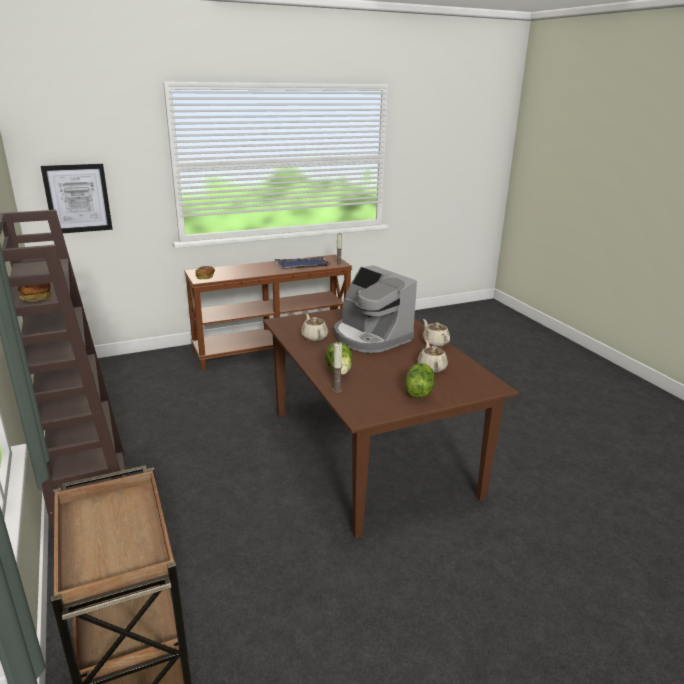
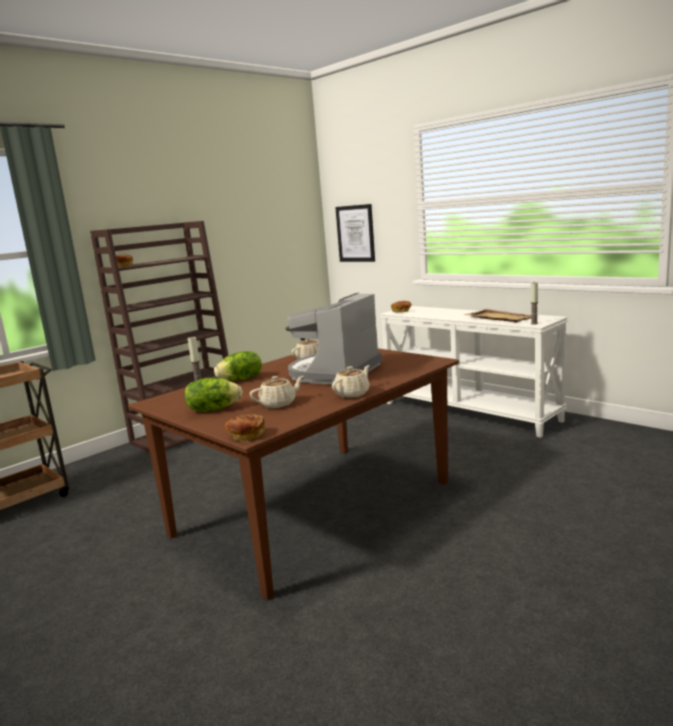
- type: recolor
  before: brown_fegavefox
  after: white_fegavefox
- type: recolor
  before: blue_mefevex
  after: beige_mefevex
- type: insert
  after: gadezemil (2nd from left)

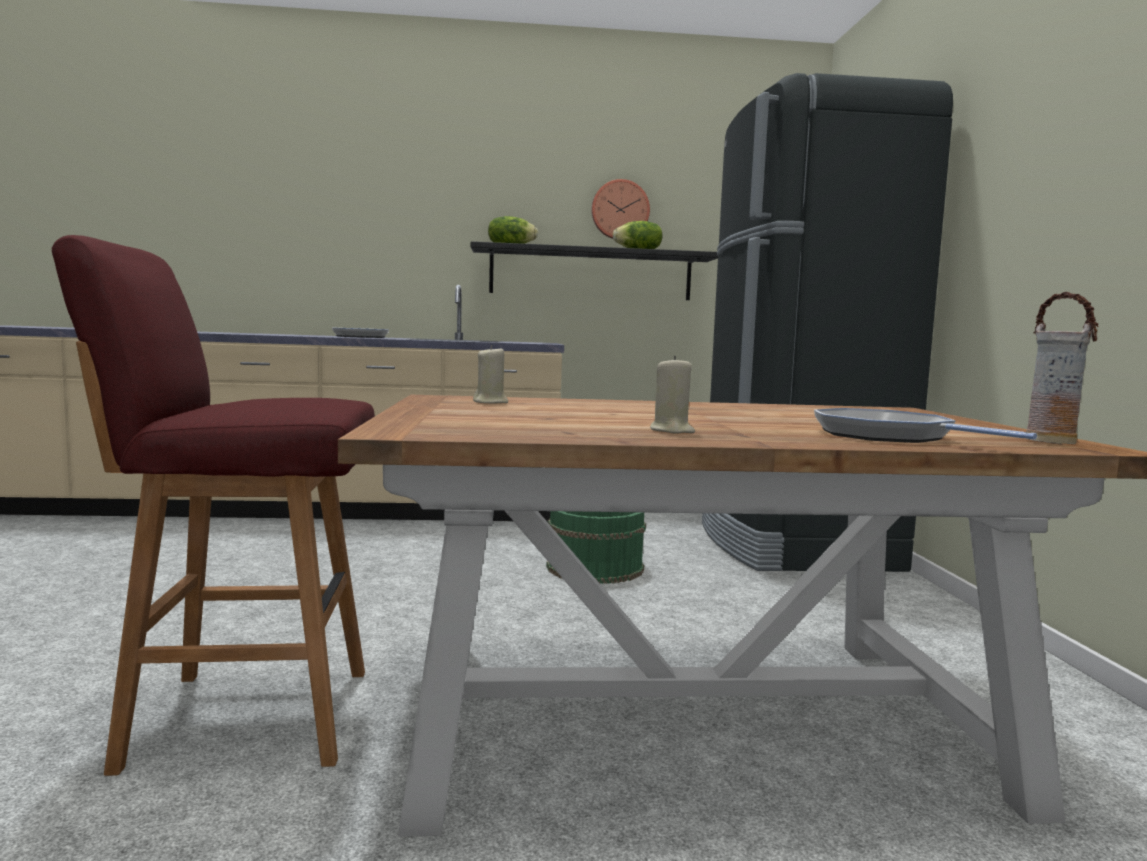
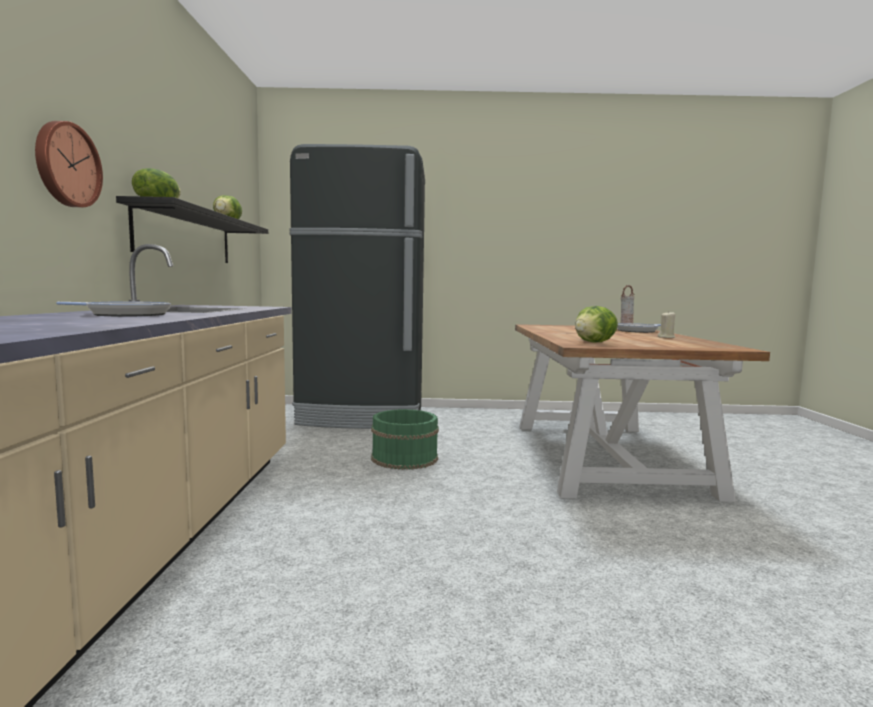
- type: move
  before: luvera
- type: delete
  before: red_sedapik
- type: replace
  before: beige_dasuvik (1st from left)
  after: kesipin (3rd from left)

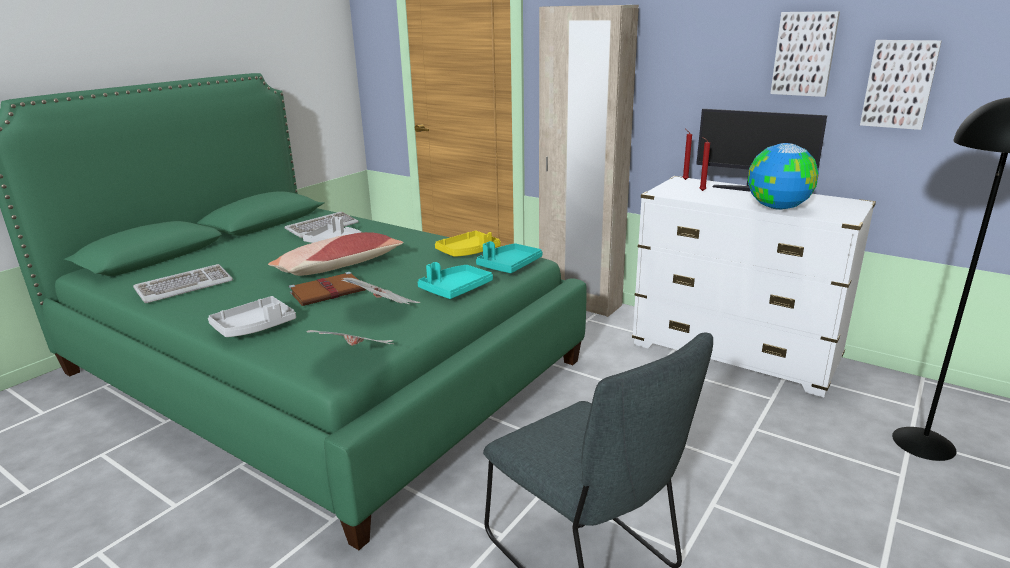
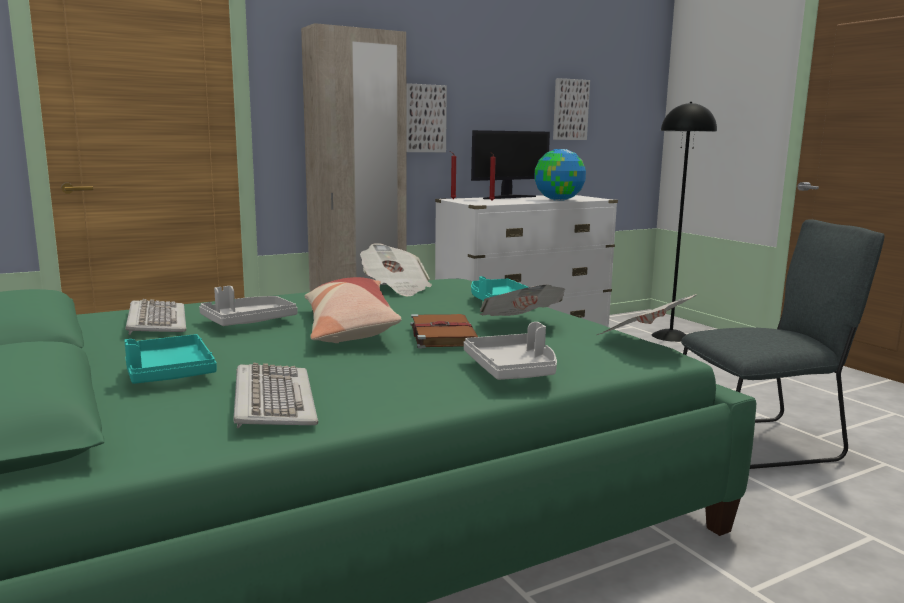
- type: move
  before: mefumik (1st from left)
- type: replace
  before: yellow_mefevex
  after: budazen (1st from left)
- type: move
  before: turquoise_mefevex (2nd from left in the first image)
  after: turquoise_mefevex (1st from left)

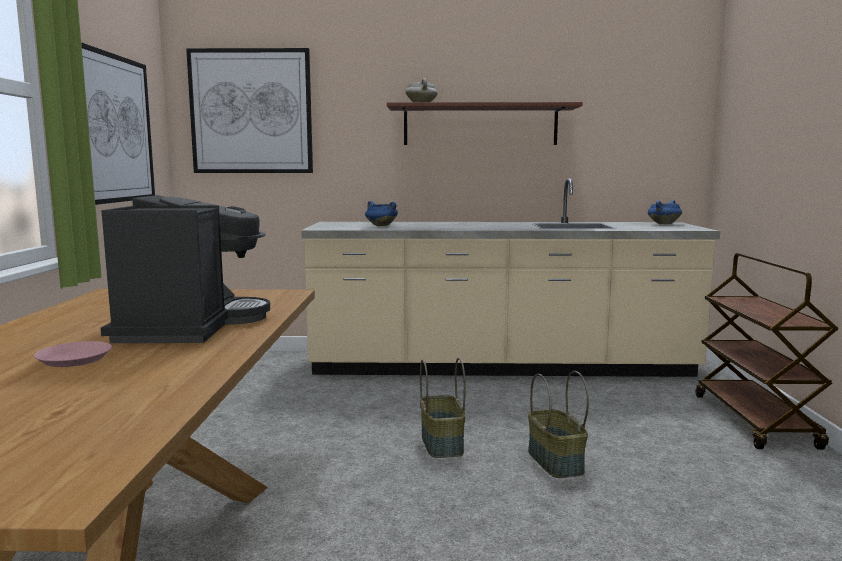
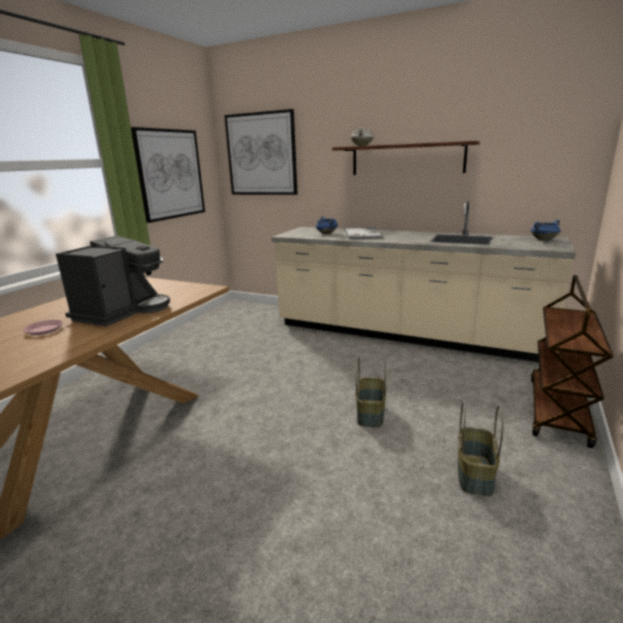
- type: move
  before: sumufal (1st from left in the first image)
  after: sumufal (2nd from left)
- type: insert
  after: mefevex

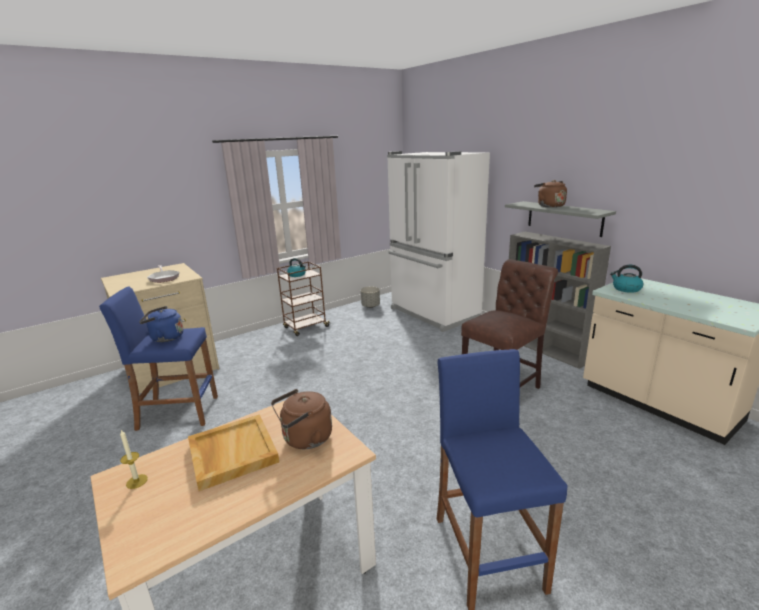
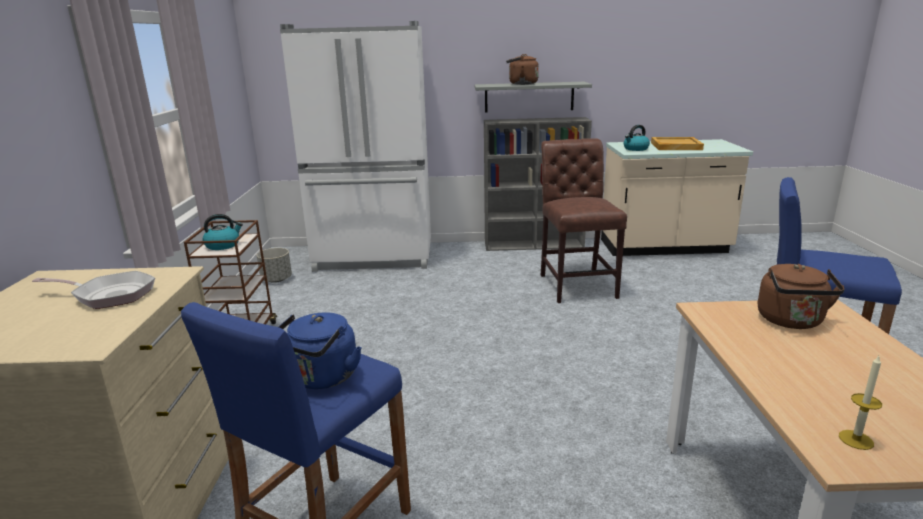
- type: move
  before: beige_mefevex

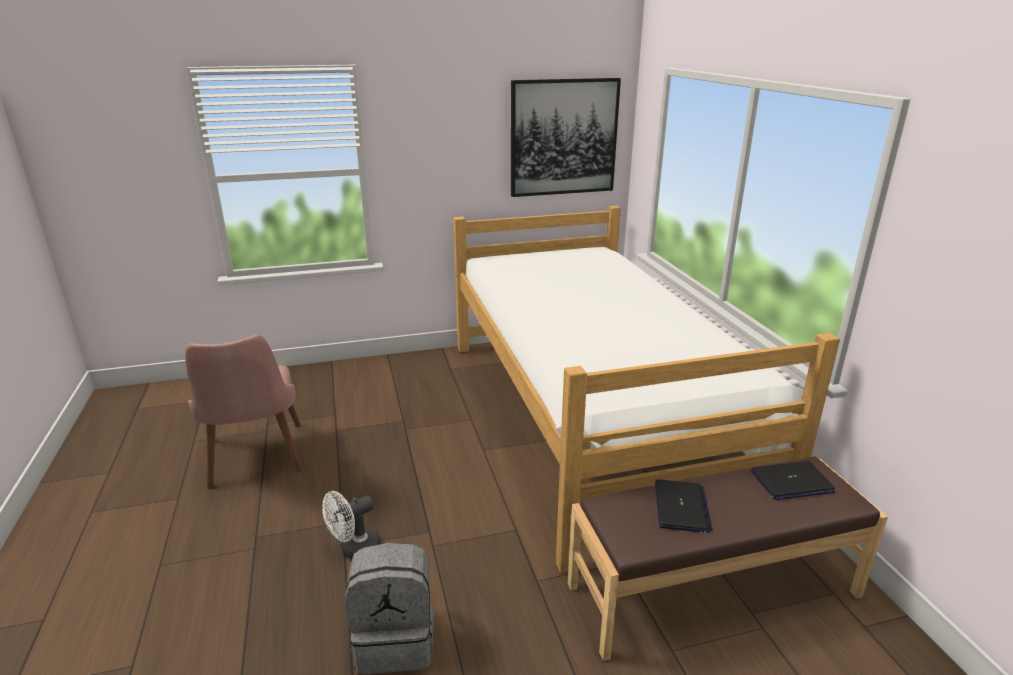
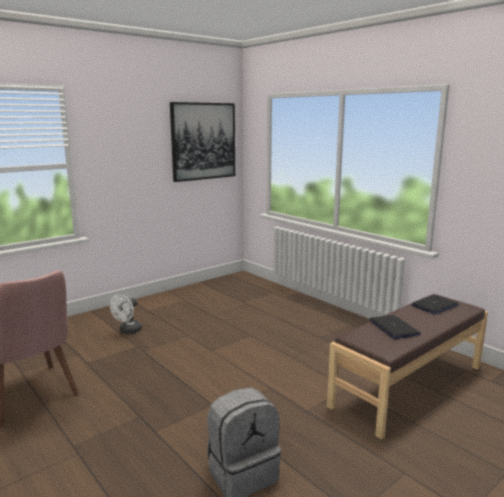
- type: delete
  before: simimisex
- type: move
  before: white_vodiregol

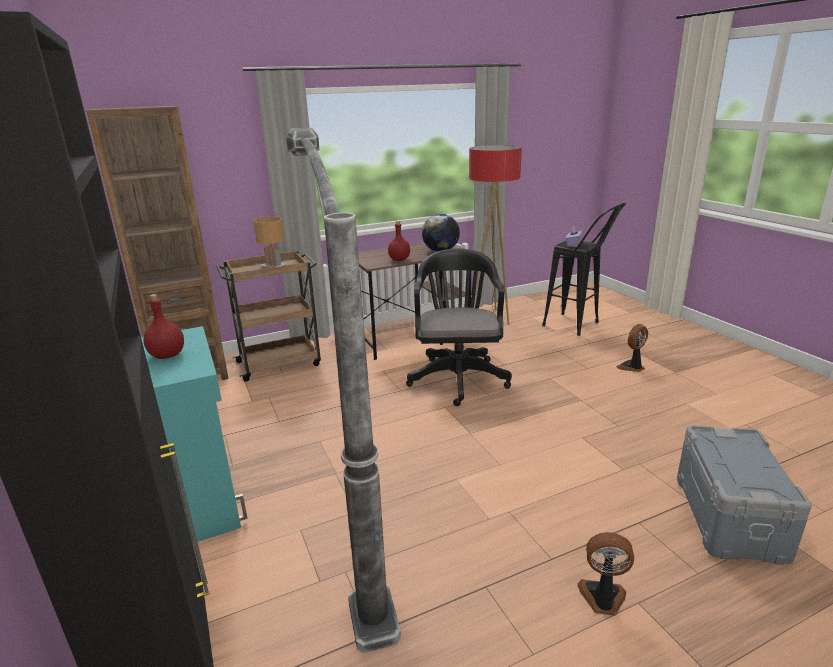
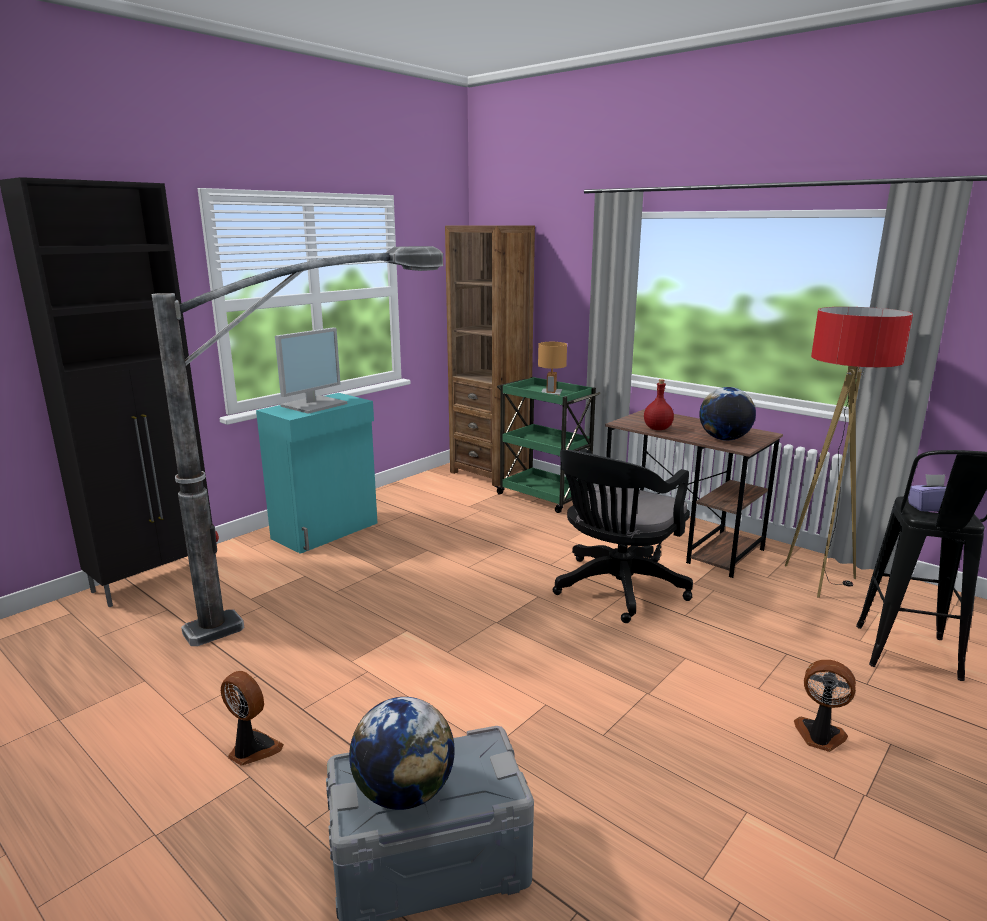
- type: rotate
  before: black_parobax
  turn: 150
- type: recolor
  before: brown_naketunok
  after: green_naketunok
- type: replace
  before: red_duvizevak (1st from left)
  after: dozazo
- type: rotate
  before: vodiregol (1st from left)
  turn: -45
- type: insert
  after: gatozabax (1st from left)

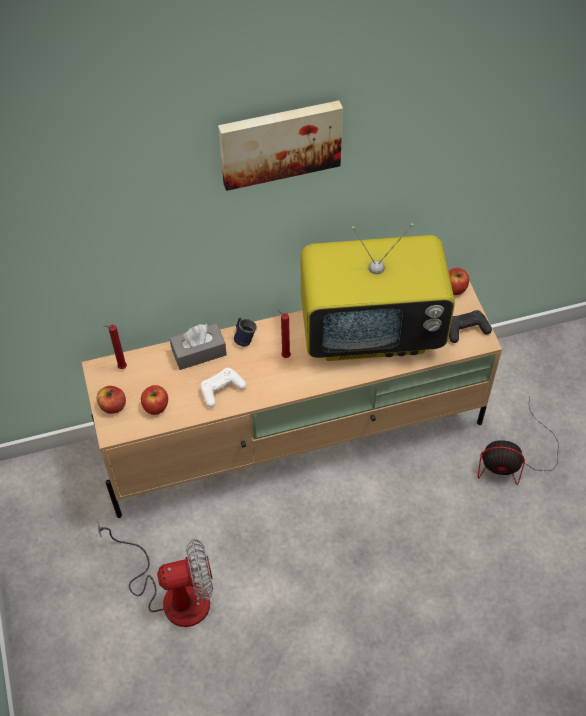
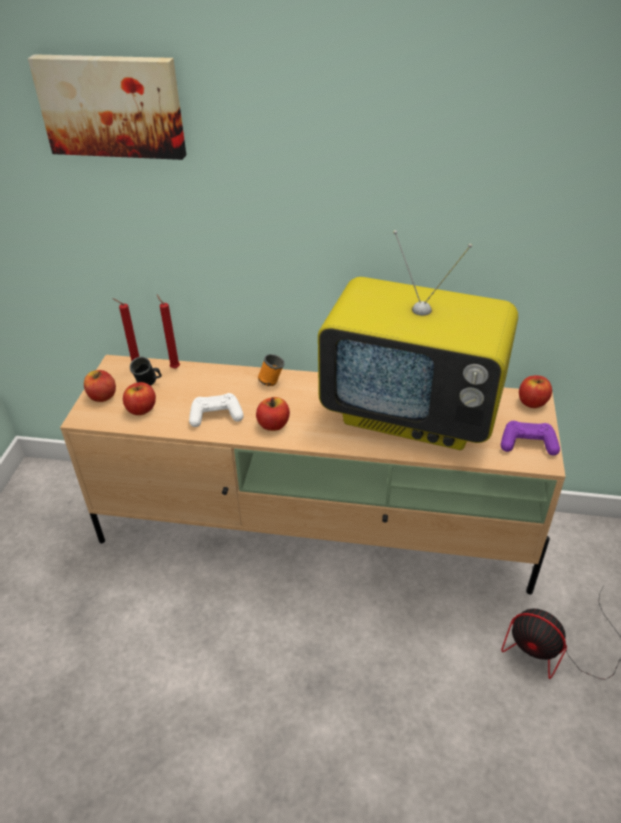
- type: move
  before: mefumik
- type: move
  before: red_dasuvik (2nd from left)
- type: recolor
  before: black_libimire
  after: purple_libimire
- type: recolor
  before: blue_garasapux
  after: orange_garasapux
- type: delete
  before: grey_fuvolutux
- type: delete
  before: vodiregol (1st from left)
- type: insert
  after: black_garasapux
- type: insert
  after: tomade (3rd from left)

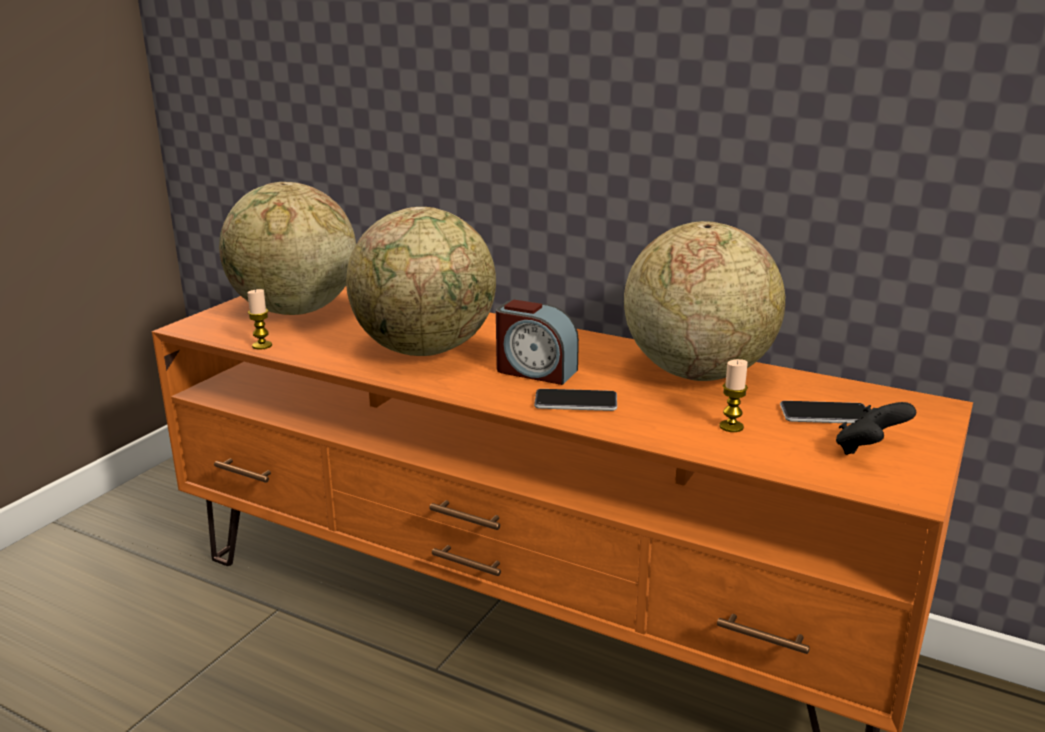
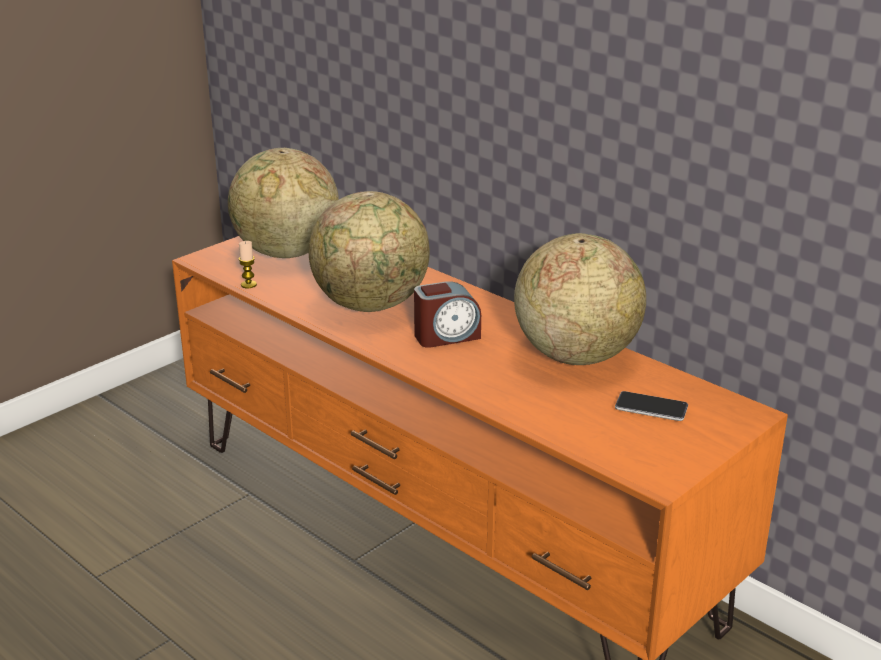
- type: rotate
  before: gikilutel
  turn: -60
- type: delete
  before: dasuvik (2nd from left)
- type: delete
  before: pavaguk (1st from left)
- type: delete
  before: black_libimire

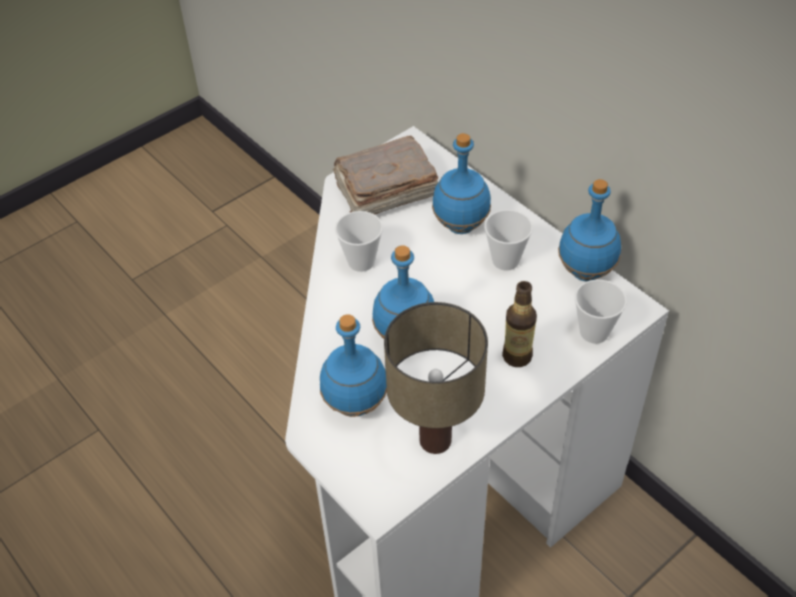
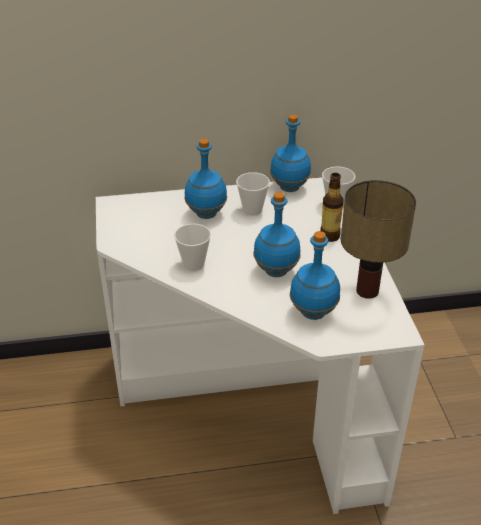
- type: delete
  before: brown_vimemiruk

